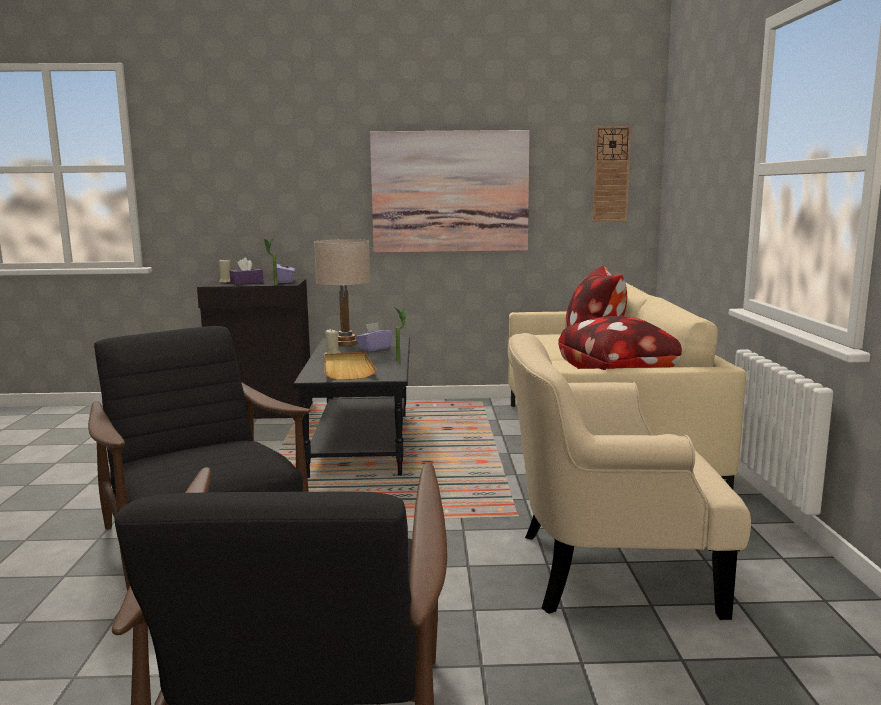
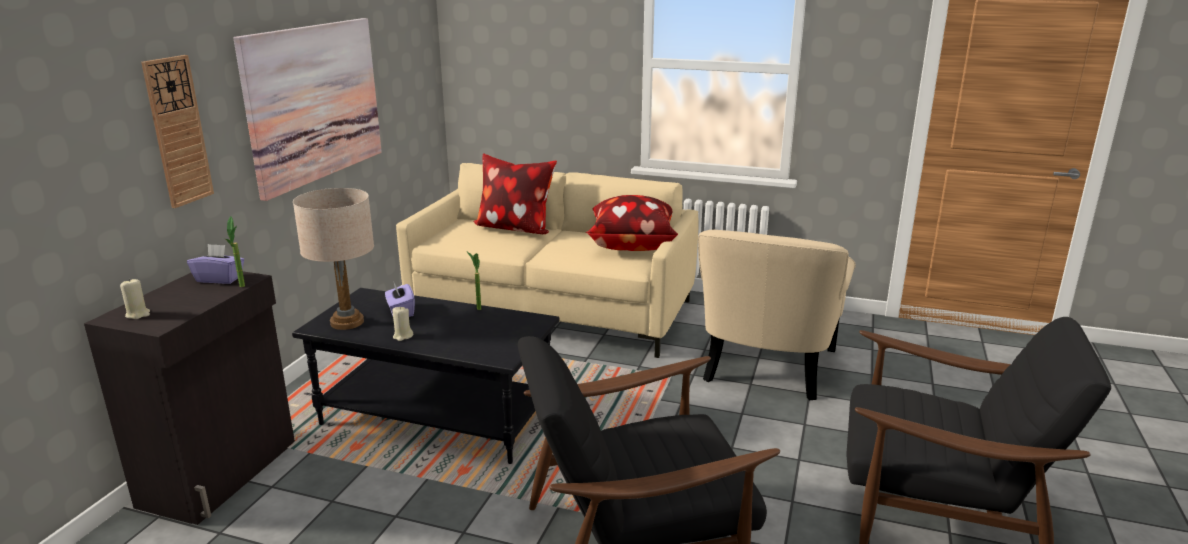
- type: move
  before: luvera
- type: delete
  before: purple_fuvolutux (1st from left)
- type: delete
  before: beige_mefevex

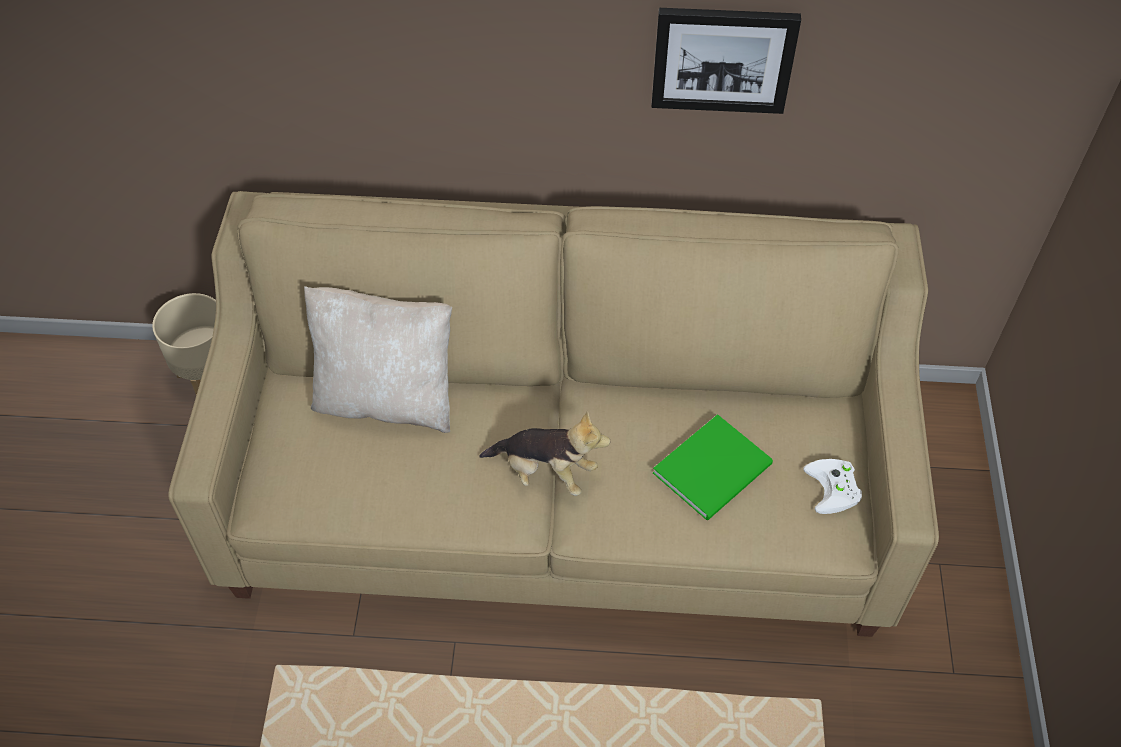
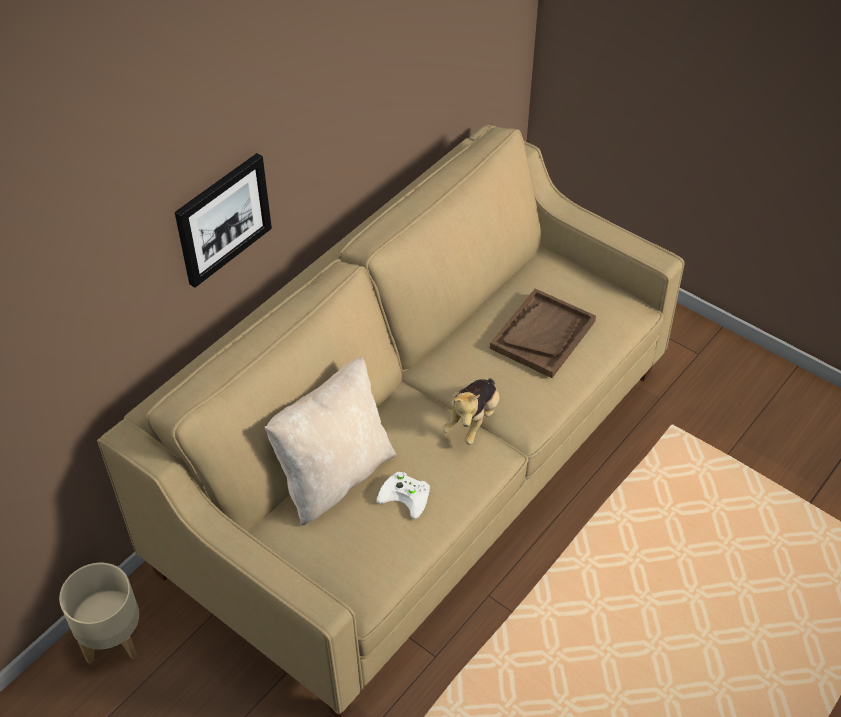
- type: move
  before: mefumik
- type: rotate
  before: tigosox
  turn: 150
- type: replace
  before: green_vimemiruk
  after: brown_mefevex
- type: move
  before: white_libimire

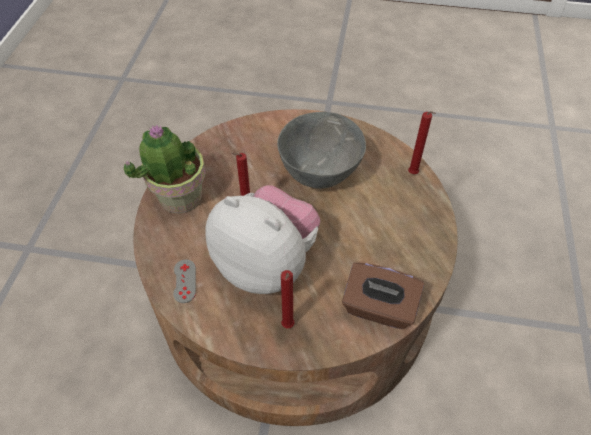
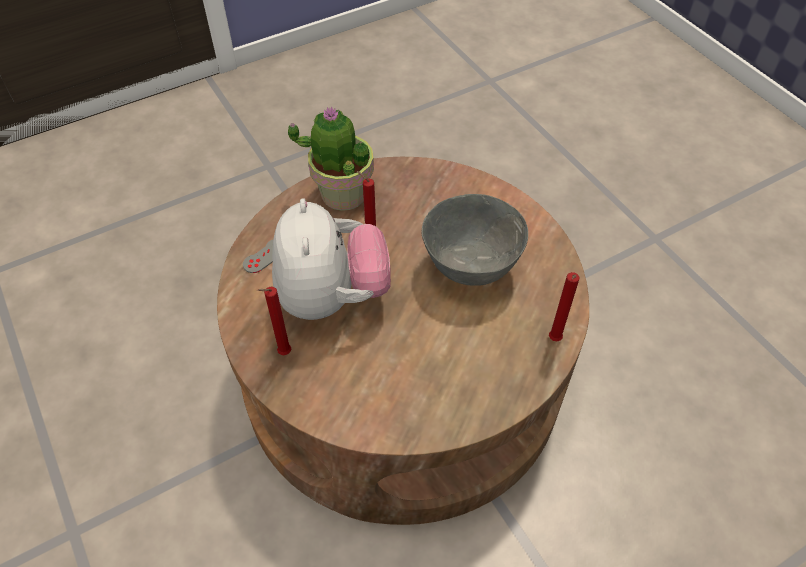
- type: delete
  before: brown_fuvolutux

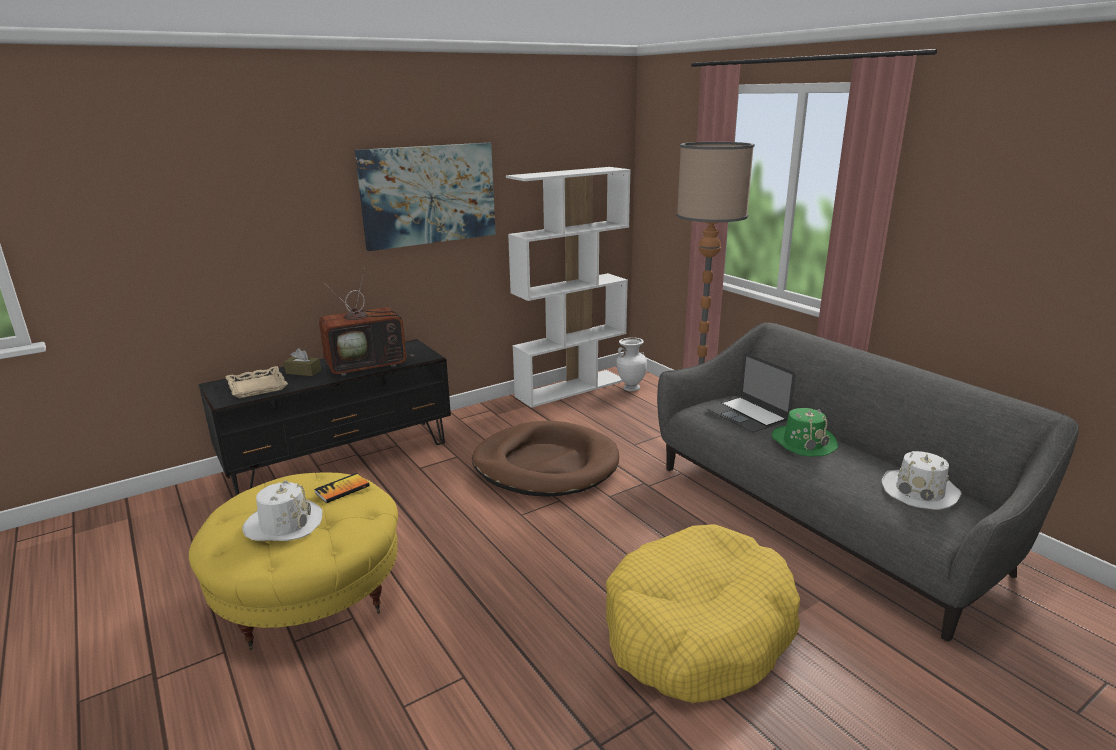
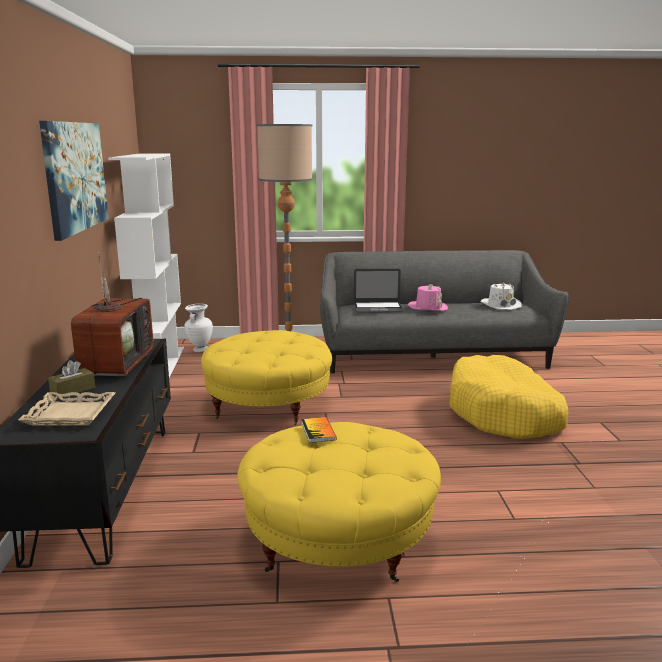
- type: recolor
  before: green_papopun
  after: pink_papopun
- type: replace
  before: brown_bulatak
  after: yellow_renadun (1st from left)
- type: delete
  before: white_papopun (1st from left)

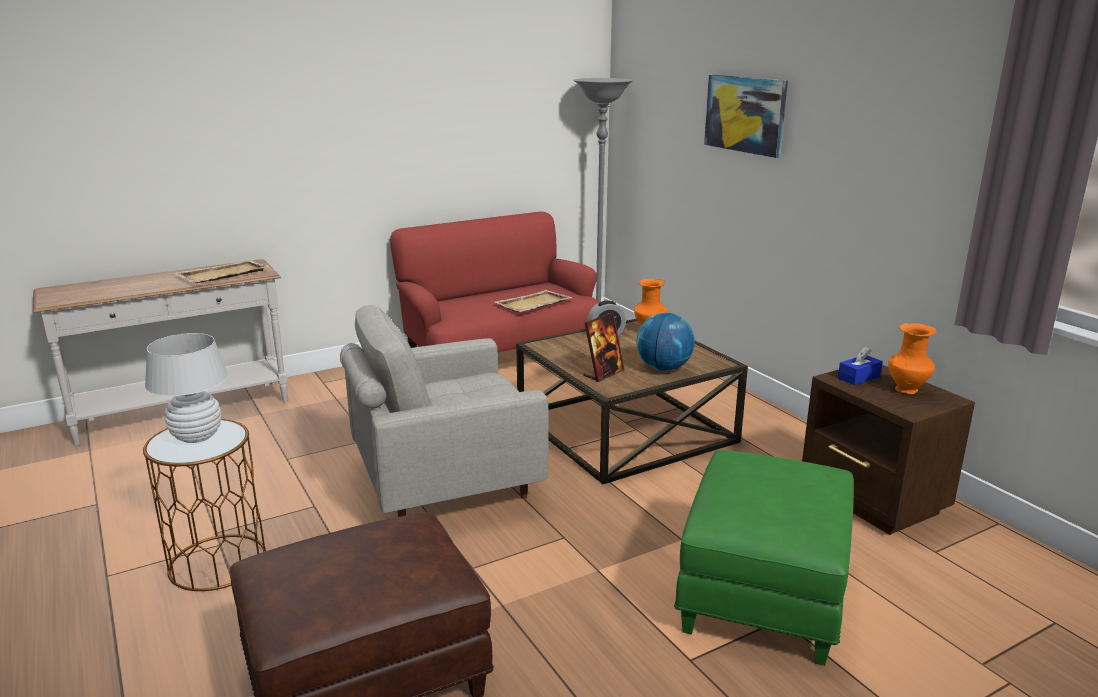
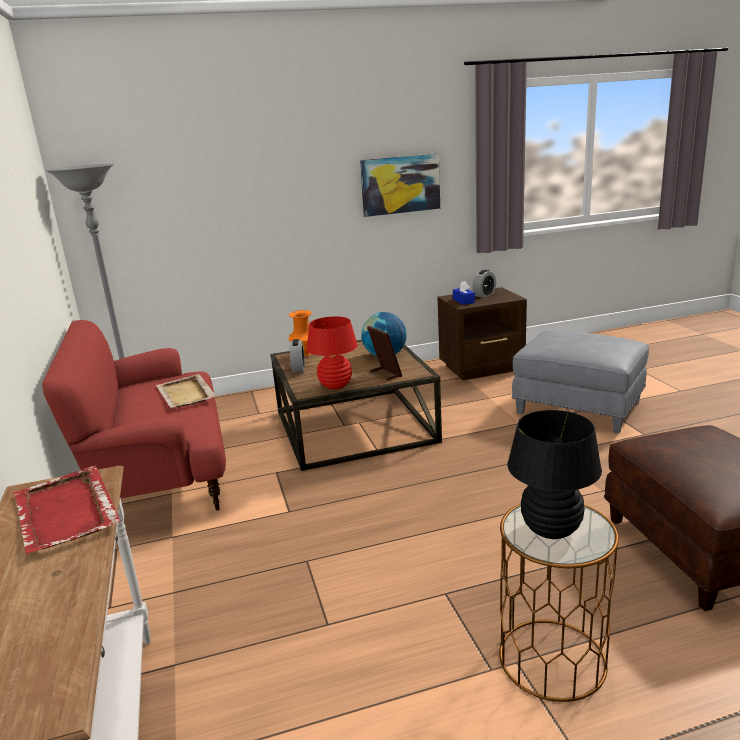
- type: move
  before: mefumik
- type: recolor
  before: beige_mefevex (1st from left)
  after: red_mefevex
- type: delete
  before: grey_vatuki
- type: replace
  before: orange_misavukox (2nd from left)
  after: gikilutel (2nd from left)
- type: recolor
  before: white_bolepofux
  after: black_bolepofux
- type: recolor
  before: green_renadun
  after: grey_renadun
- type: insert
  after: red_bolepofux

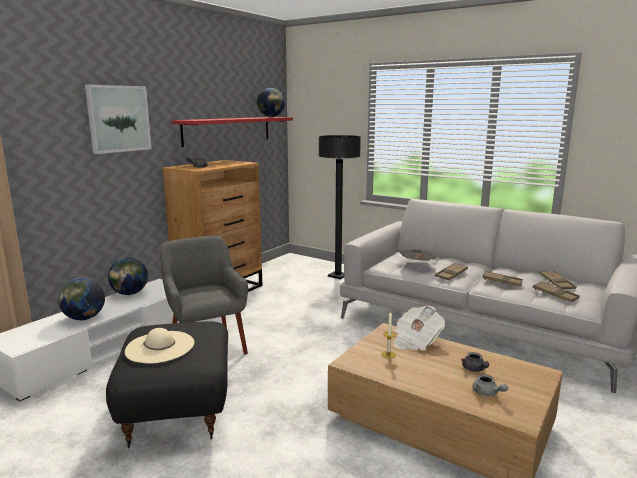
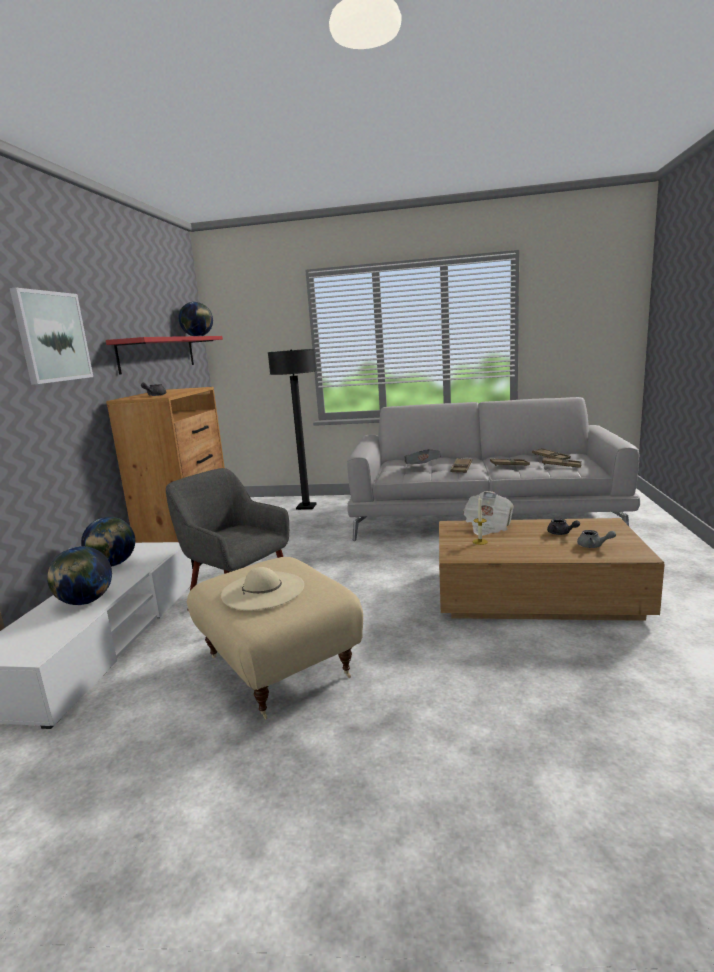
- type: recolor
  before: black_renadun
  after: beige_renadun

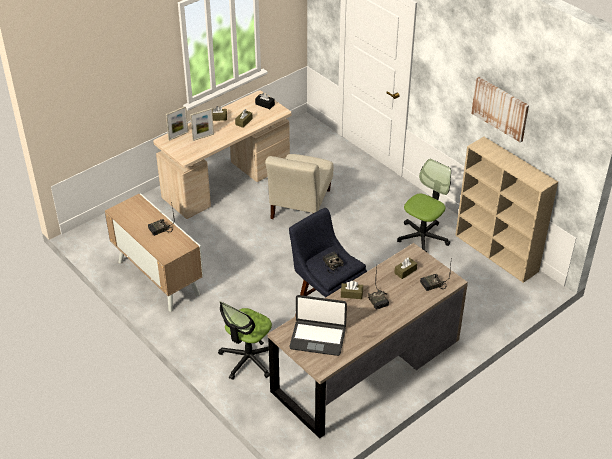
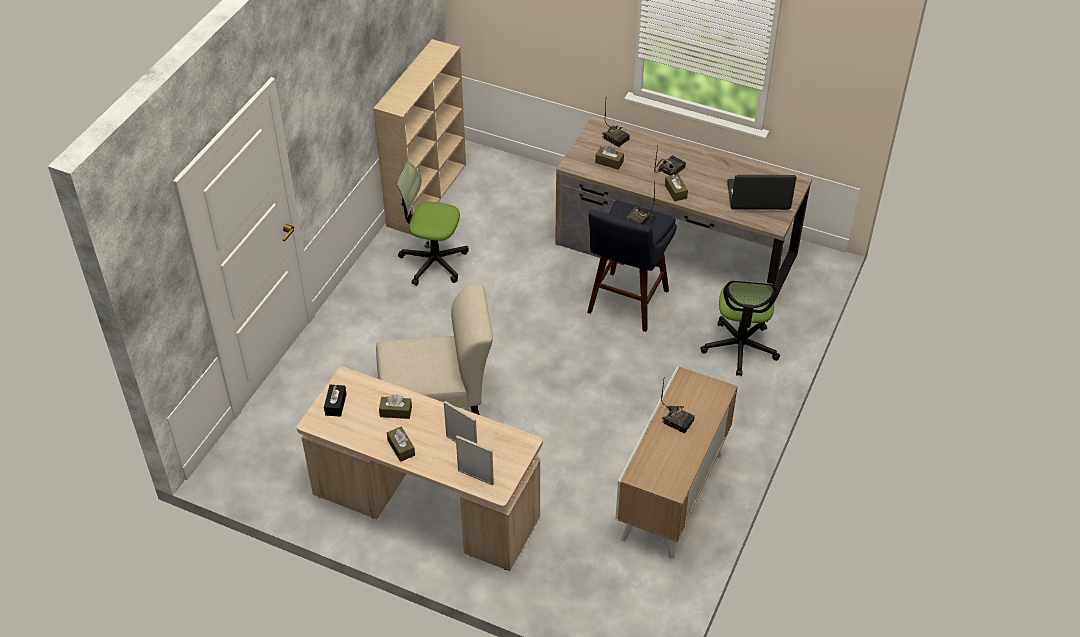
- type: delete
  before: mefumik
- type: rotate
  before: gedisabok
  turn: -75
- type: rotate
  before: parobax (1st from left in the first image)
  turn: 90

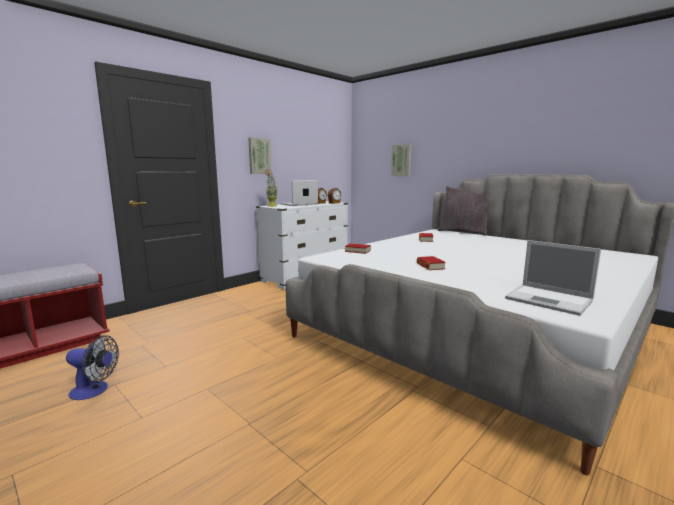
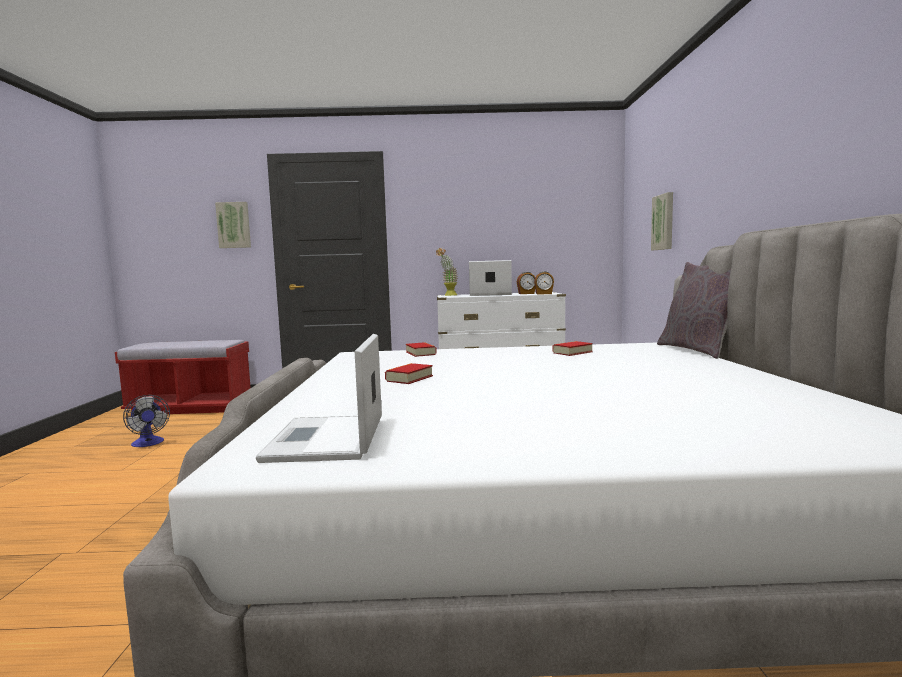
- type: move
  before: mefumik (1st from left)

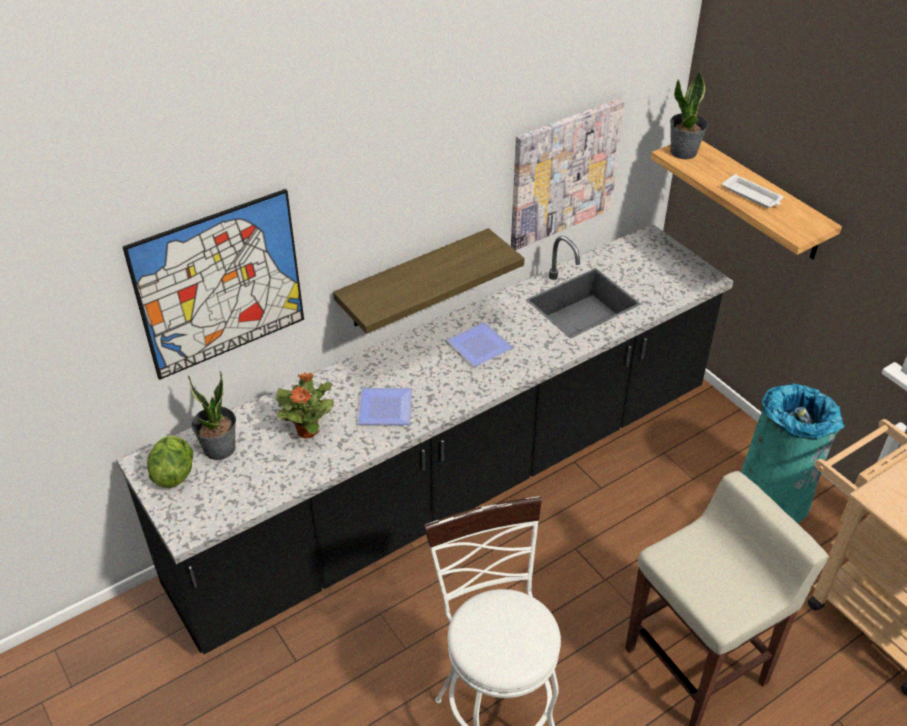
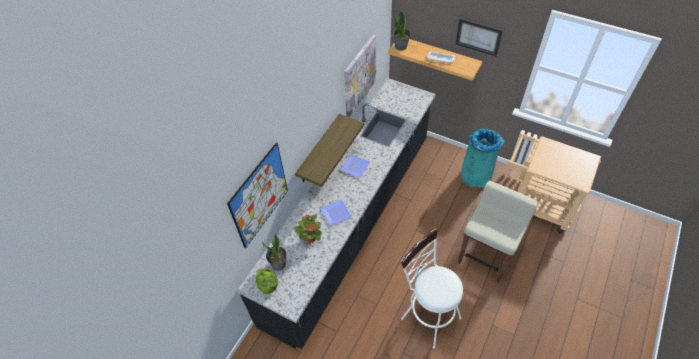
- type: insert
  after: mefumik (3rd from left)

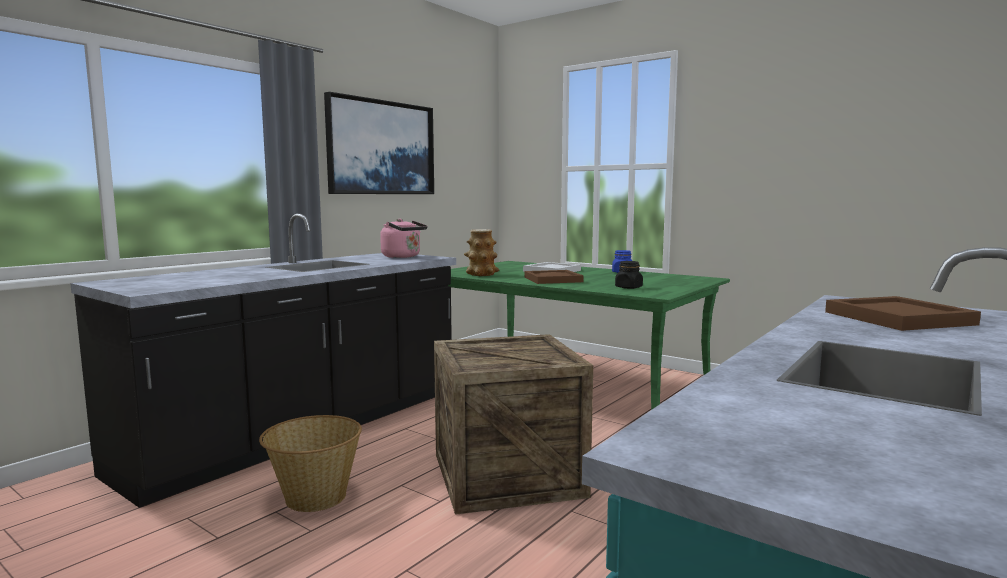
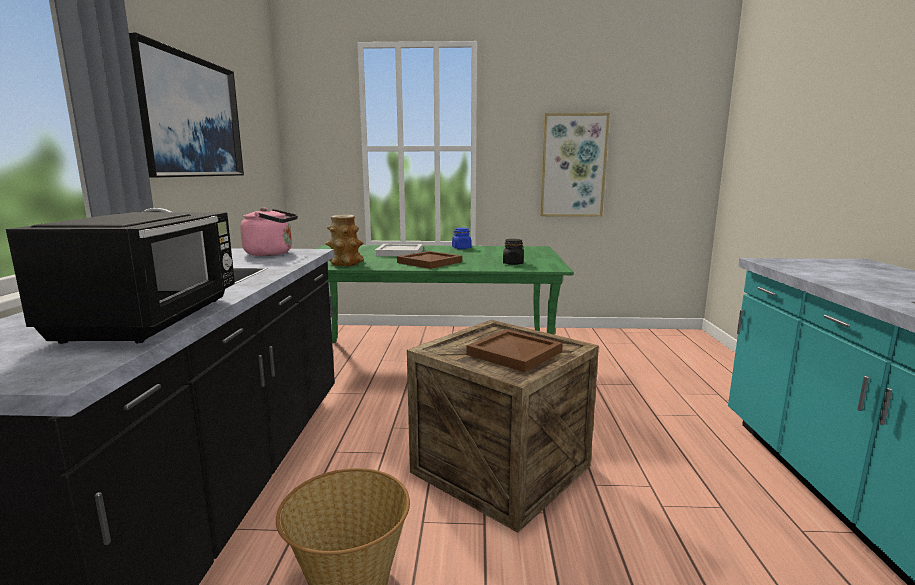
- type: move
  before: brown_mefevex (2nd from left)
- type: insert
  after: mefumik (2nd from left)
- type: insert
  after: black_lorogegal

